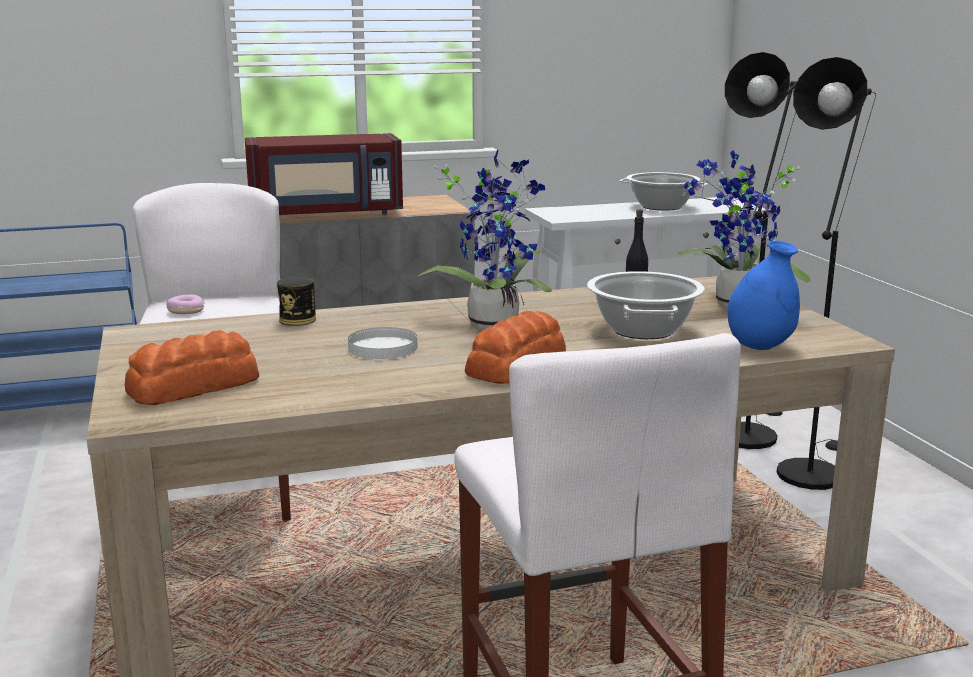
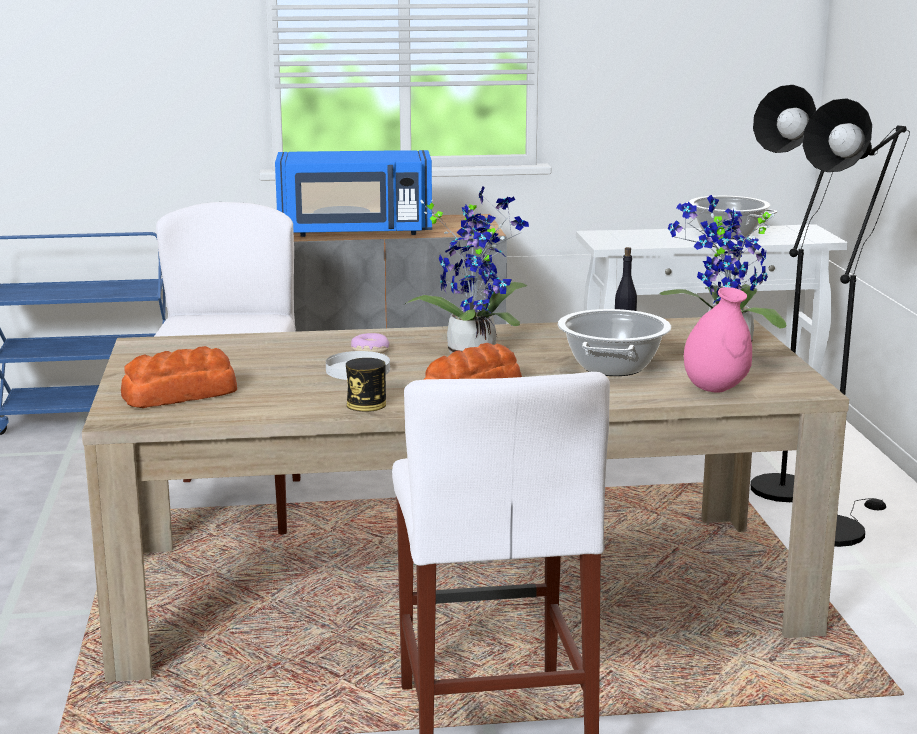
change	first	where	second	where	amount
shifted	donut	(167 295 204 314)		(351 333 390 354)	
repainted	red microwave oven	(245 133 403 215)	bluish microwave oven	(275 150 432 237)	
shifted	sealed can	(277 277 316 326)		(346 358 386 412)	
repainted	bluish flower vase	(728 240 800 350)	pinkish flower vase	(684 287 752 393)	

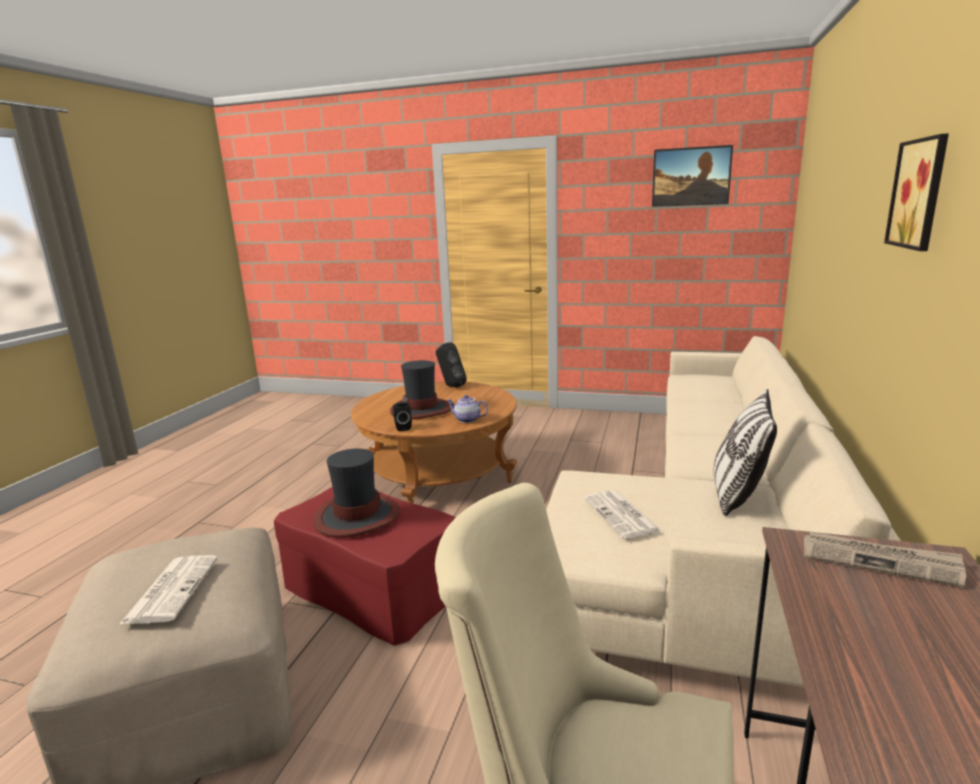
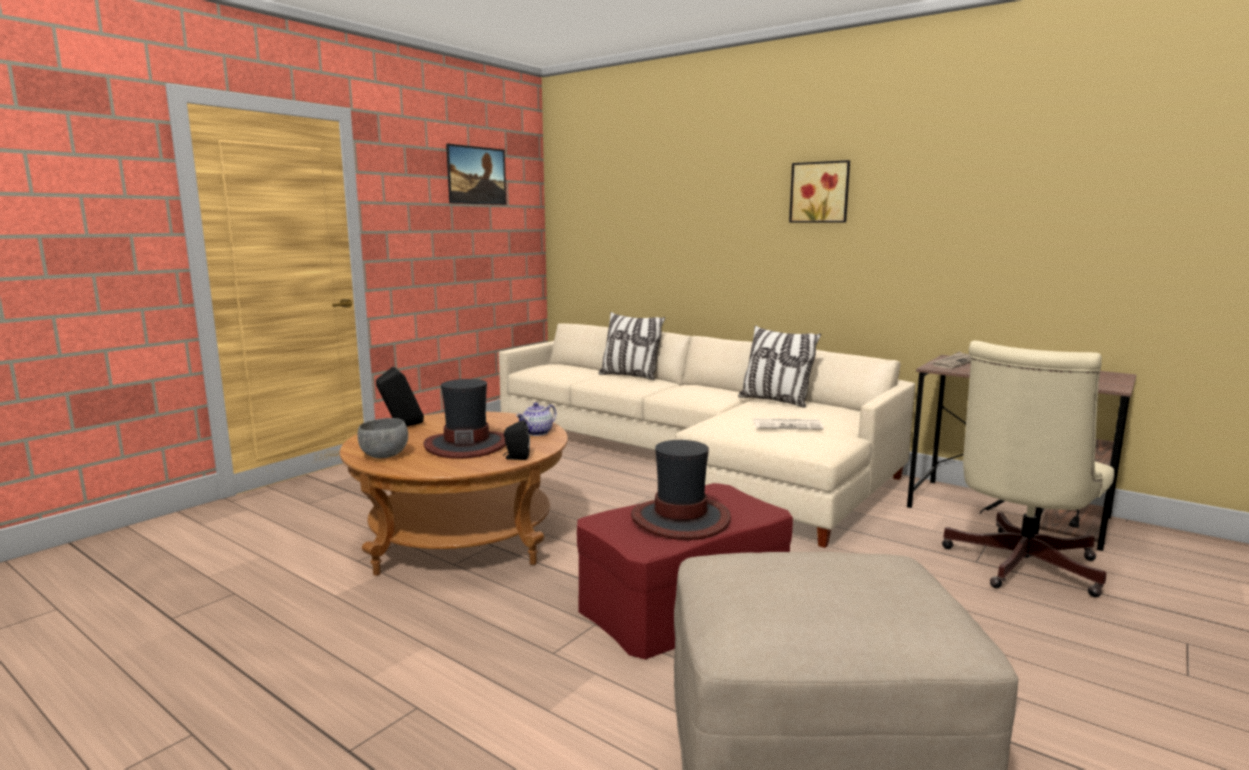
change	first	where	second	where	amount
gone	printed paper	(119 555 218 625)			
new			grey bowl	(357 418 408 458)	
new			pillow	(598 312 665 380)	

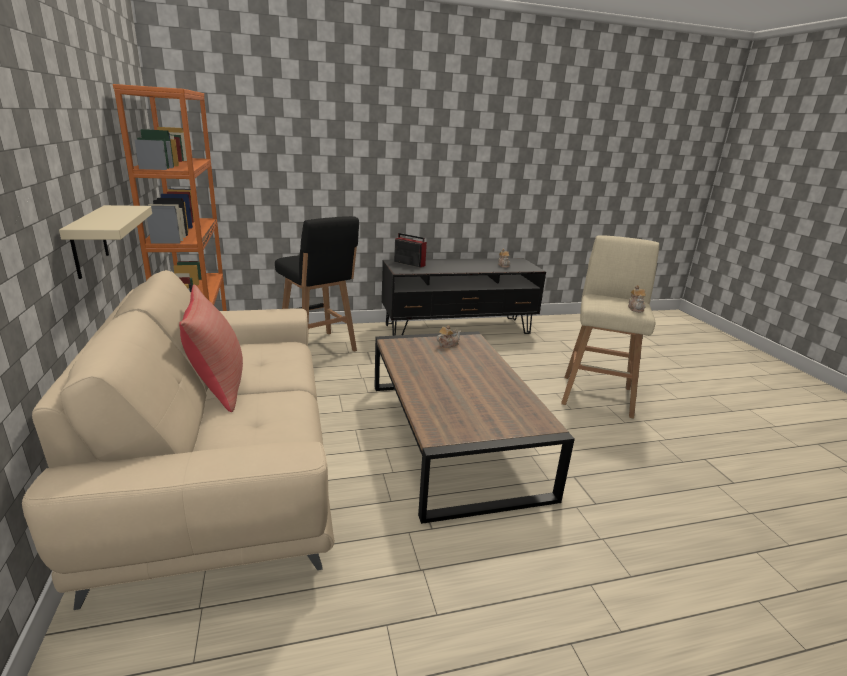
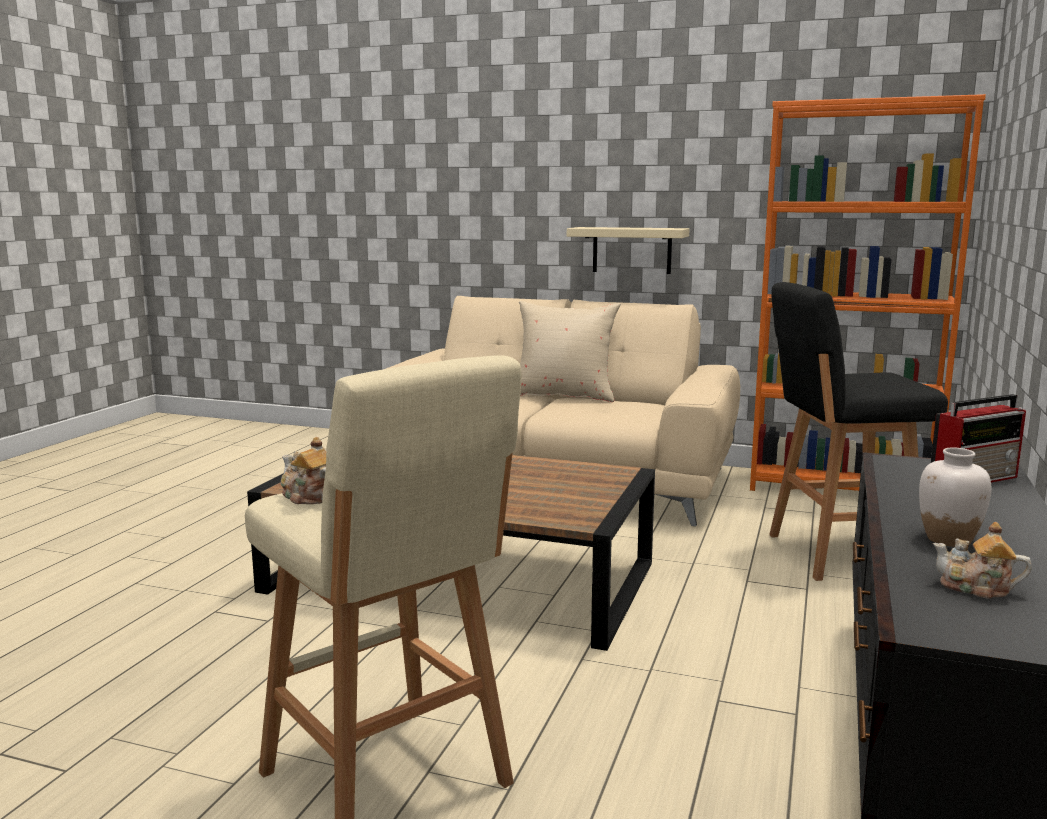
change	first	where	second	where	amount
repainted	red pillow	(179 284 243 412)	beige-coloured pillow	(519 301 621 402)	
gone	pot for tea	(437 325 461 348)			
new			white-coloured flower vase	(919 448 992 547)	

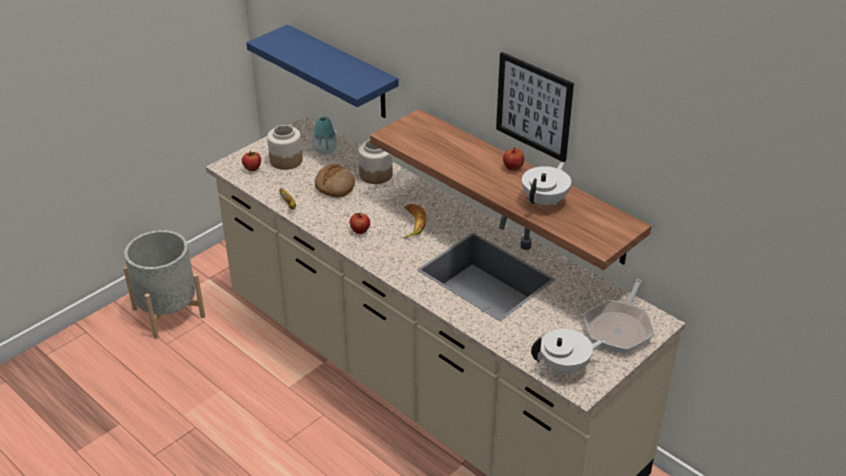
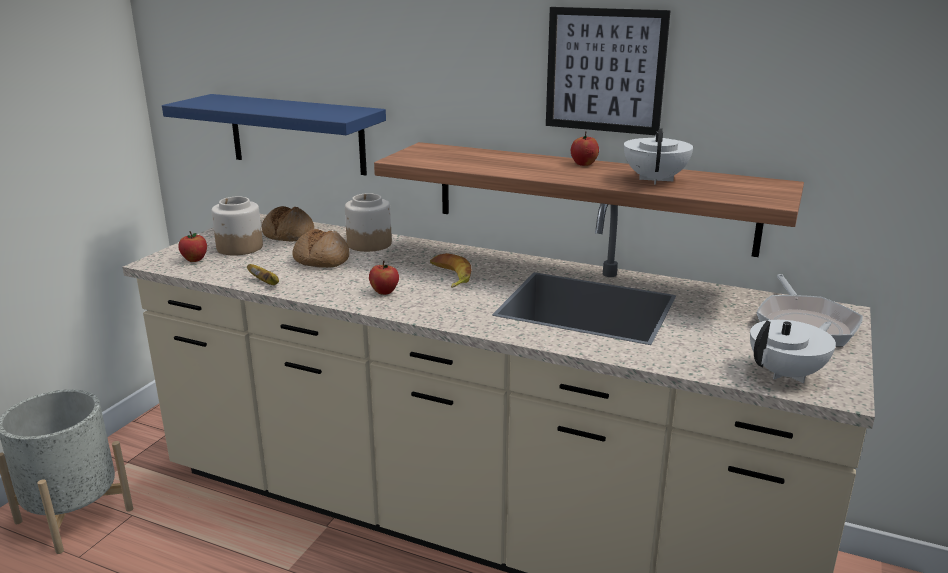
change	first	where	second	where	amount
swapped	flower vase	(313 117 337 155)	bakery bread	(262 206 314 241)	

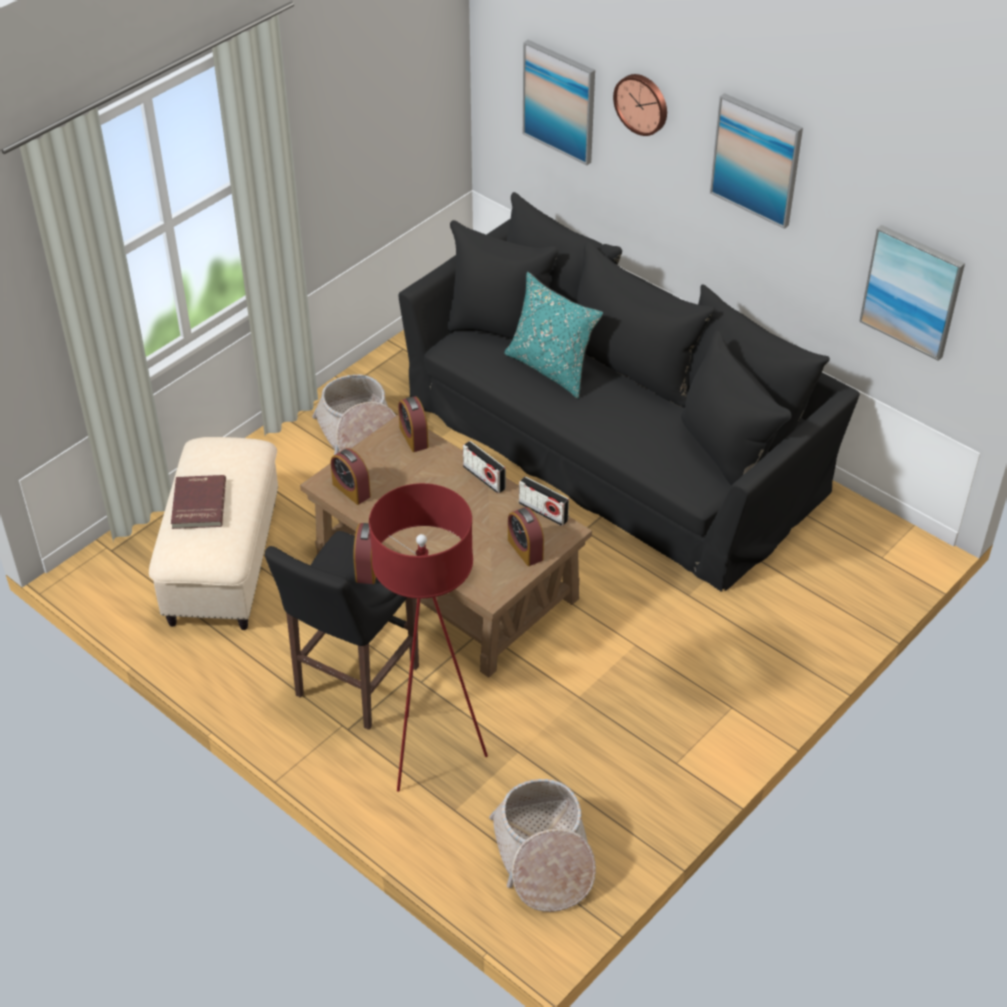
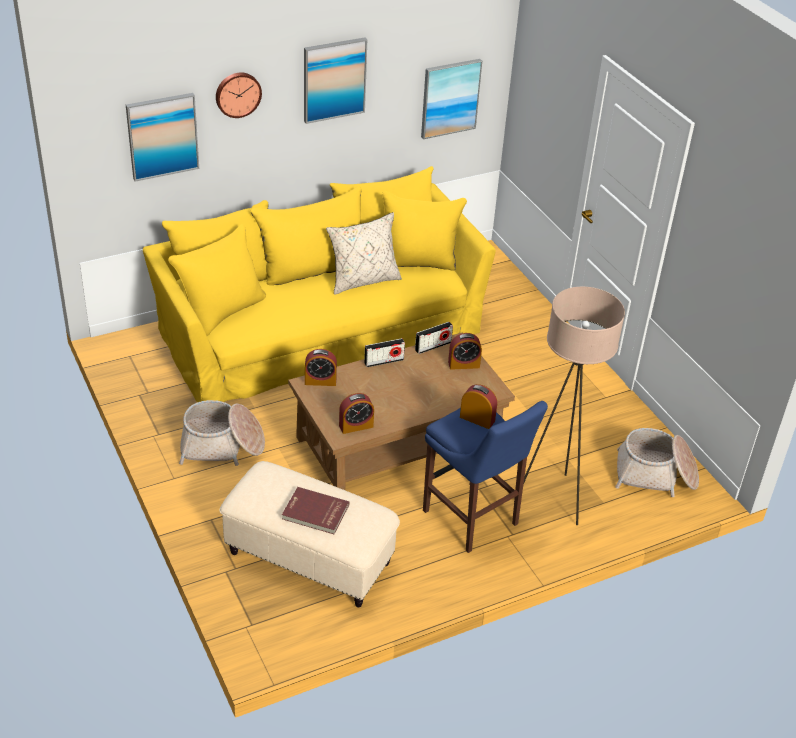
change	first	where	second	where	amount
repainted	black-coloured stool seat	(264 531 419 730)	bluish stool seat	(423 401 548 553)	
repainted	red floor lamp	(369 483 488 792)	beige-coloured floor lamp	(523 287 625 525)	
repainted	black-coloured sofa	(398 192 860 592)	yellow-coloured sofa	(143 166 496 402)	
gone	blue-green pillow	(504 272 603 398)			
new			beige-coloured pillow	(326 212 402 295)	

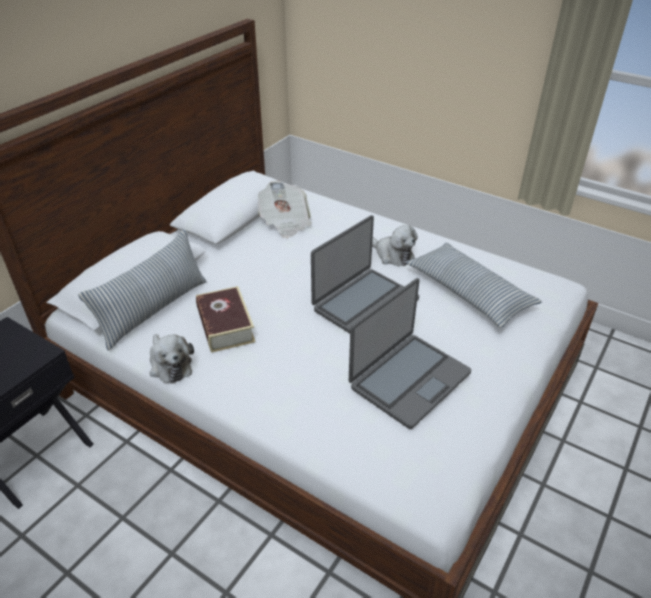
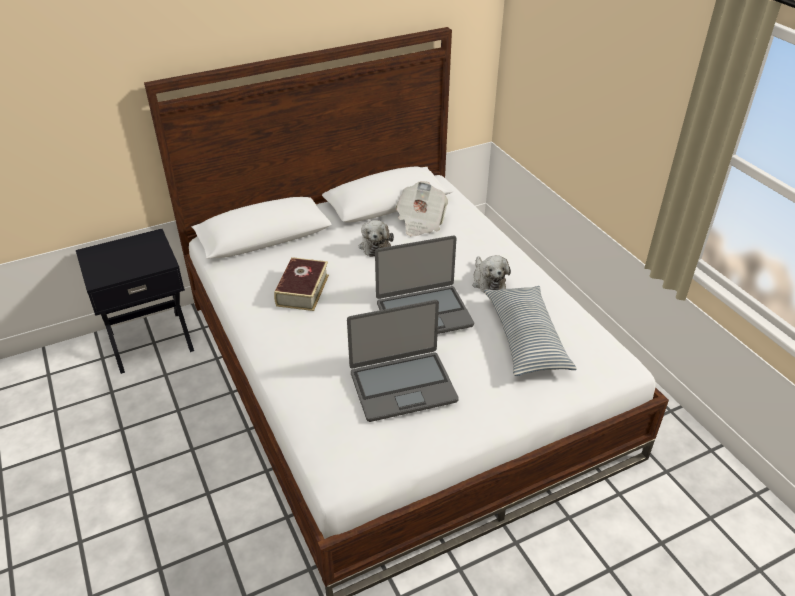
change	first	where	second	where	amount
gone	pillow	(78 229 207 351)			
shifted	soft toy	(150 334 194 384)		(359 220 394 257)	

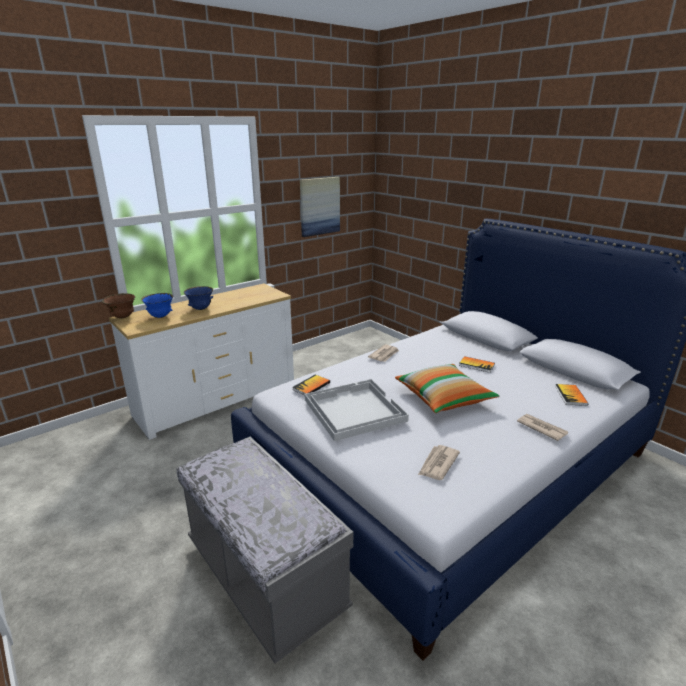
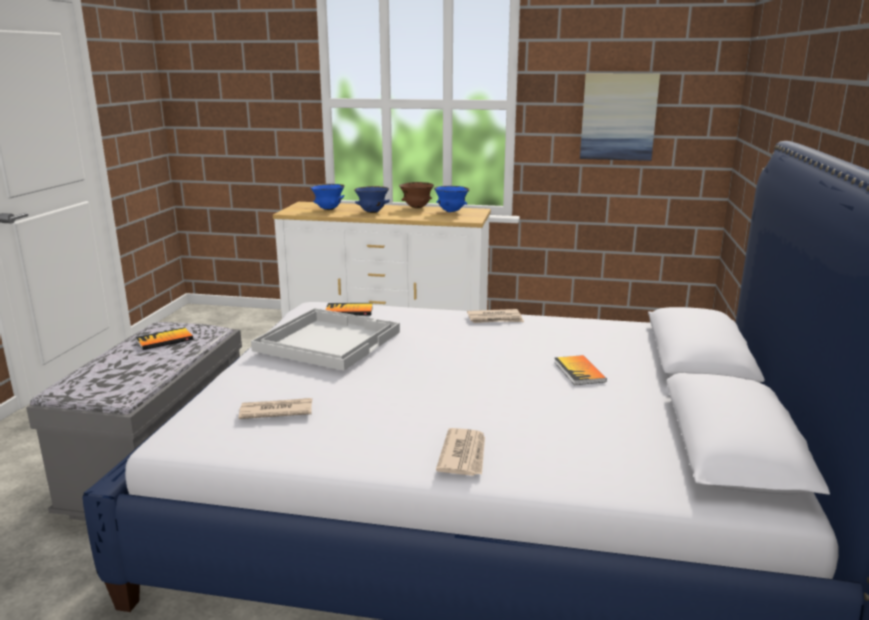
change	first	where	second	where	amount
shifted	brownish bowl	(102 293 135 318)		(399 182 434 208)	
gone	pillow	(395 364 499 413)			
shifted	bound book	(555 384 588 406)		(135 327 193 350)	
new			bluish bowl	(434 186 470 212)	

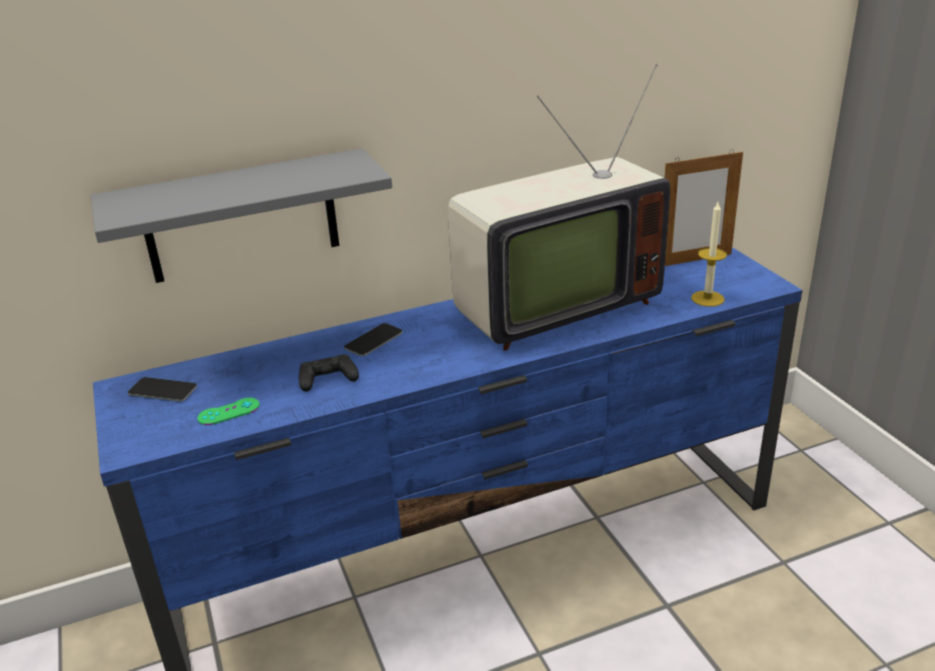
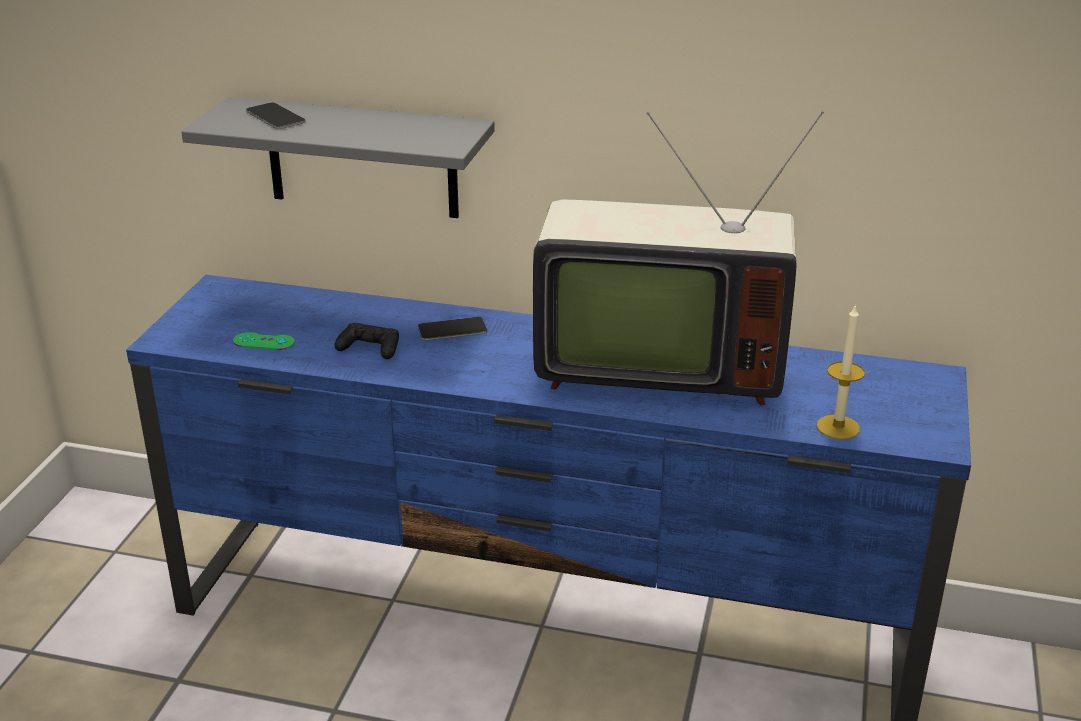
change	first	where	second	where	amount
shifted	telephone	(128 377 197 402)		(246 102 305 129)	
gone	picture frame	(665 149 743 266)			

